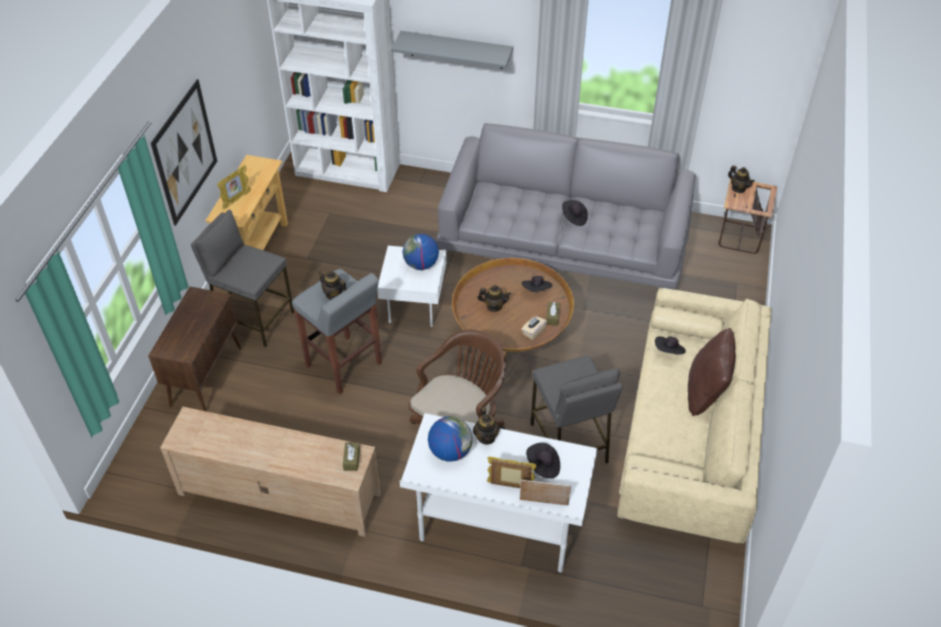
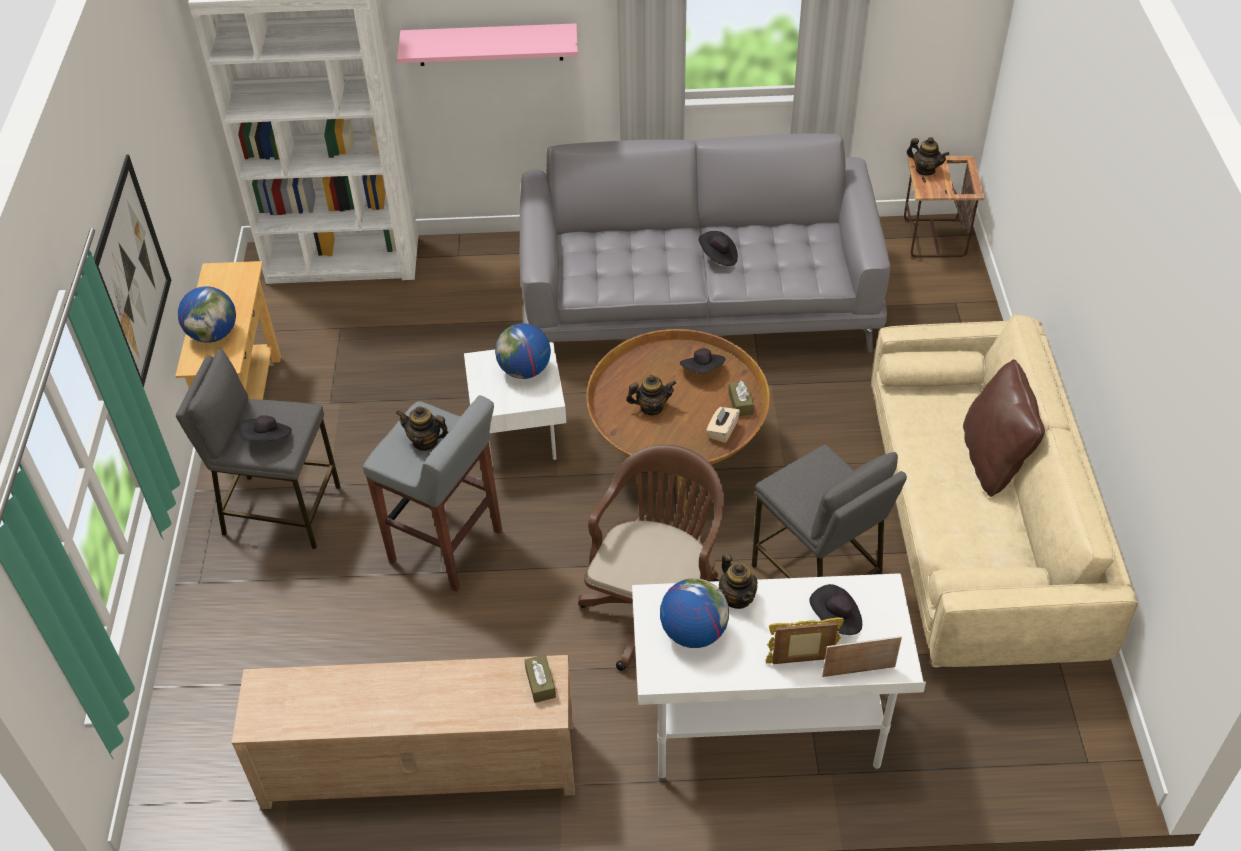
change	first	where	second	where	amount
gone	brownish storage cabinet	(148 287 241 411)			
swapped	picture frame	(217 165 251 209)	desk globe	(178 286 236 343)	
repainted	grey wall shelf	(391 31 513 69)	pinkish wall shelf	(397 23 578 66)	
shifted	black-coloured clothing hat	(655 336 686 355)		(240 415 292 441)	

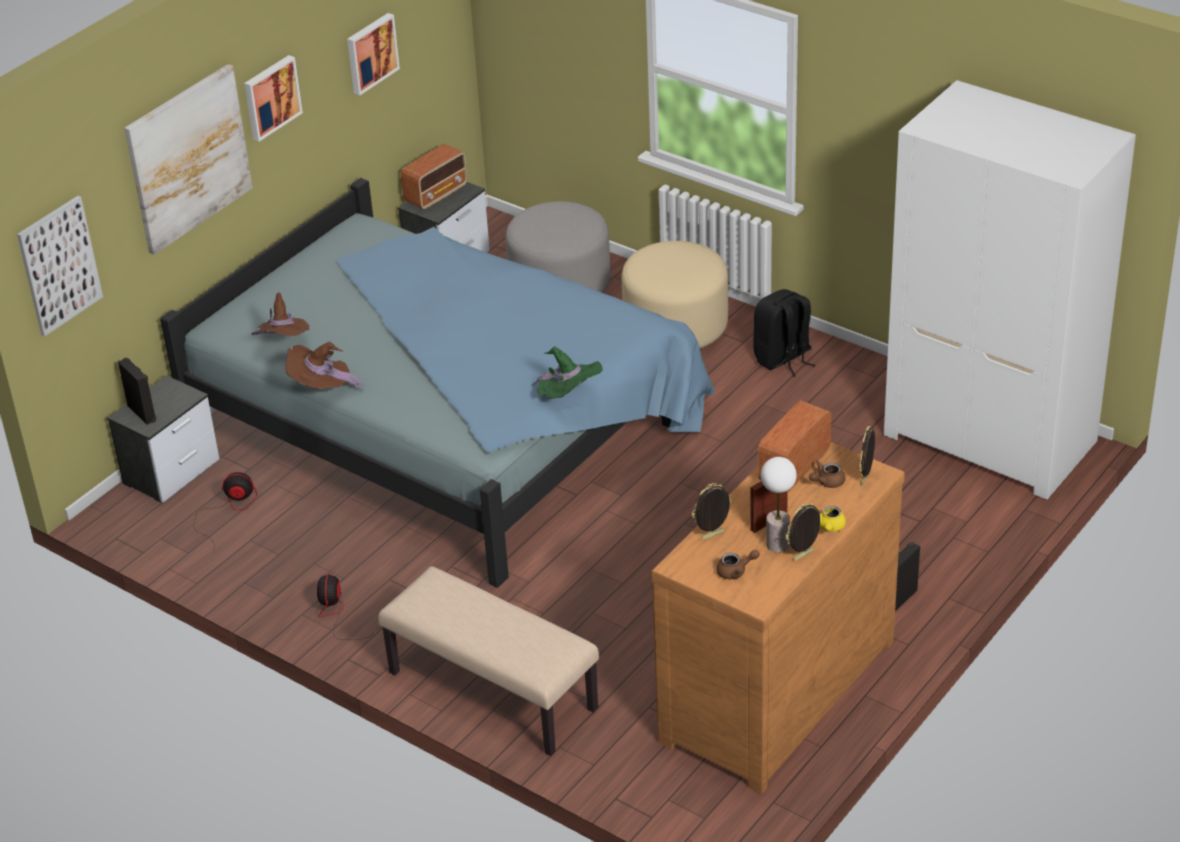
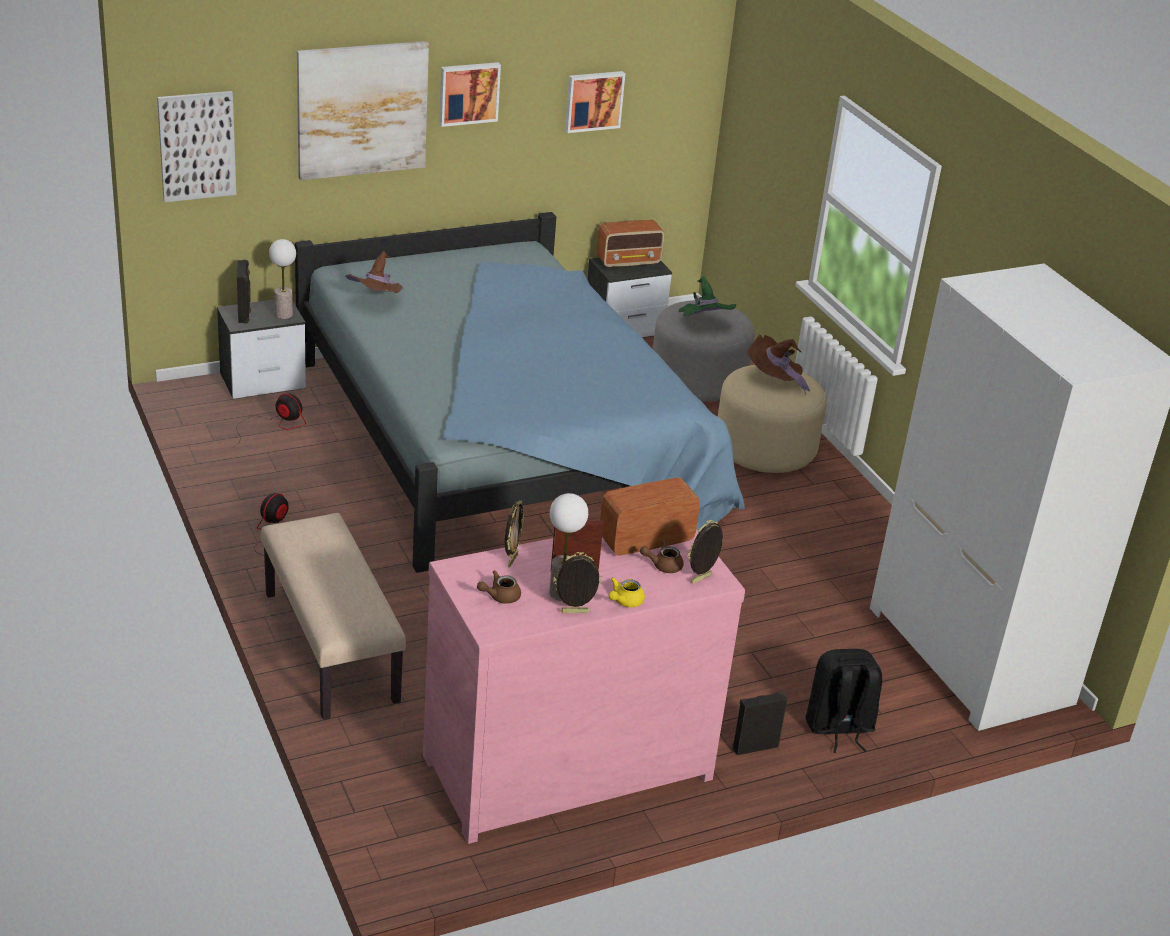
change	first	where	second	where	amount
shifted	brownish clothing hat	(286 342 365 391)		(748 335 810 395)	
shifted	green clothing hat	(531 346 603 399)		(678 276 736 316)	
repainted	brownish chest of drawers	(651 442 905 794)	pinkish chest of drawers	(423 529 745 844)	
rotated	picture frame	(692 483 731 540)		(505 500 524 568)	105 degrees clockwise
rotated	brownish pot for tea	(716 550 760 579)		(477 570 521 604)	135 degrees clockwise
shifted	black-coloured knapsack	(753 289 815 377)		(806 649 882 753)	
new			lamp for a table	(269 239 296 319)	

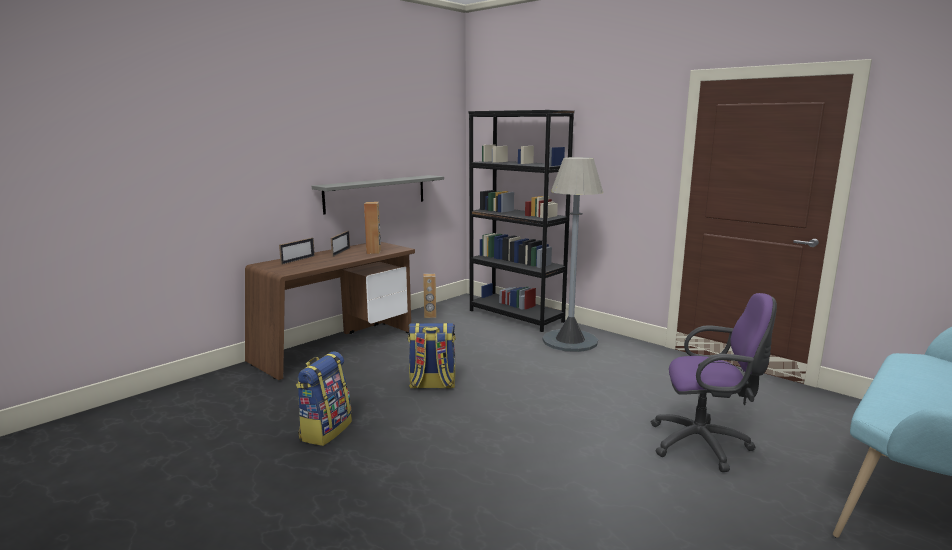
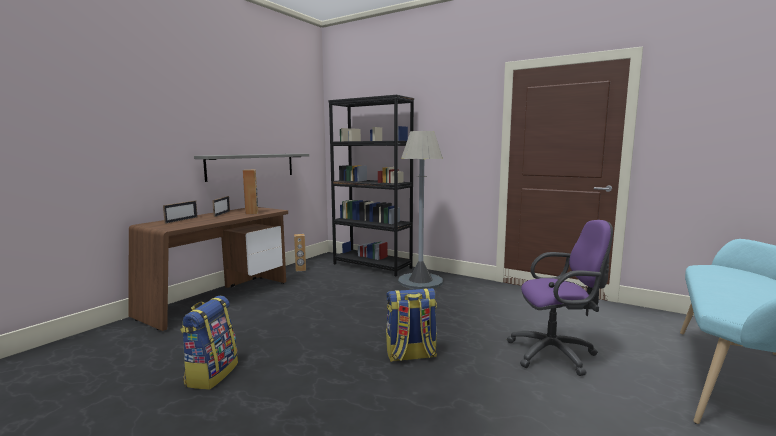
change	first	where	second	where	amount
shifted	knapsack	(408 323 456 388)		(386 288 437 362)	

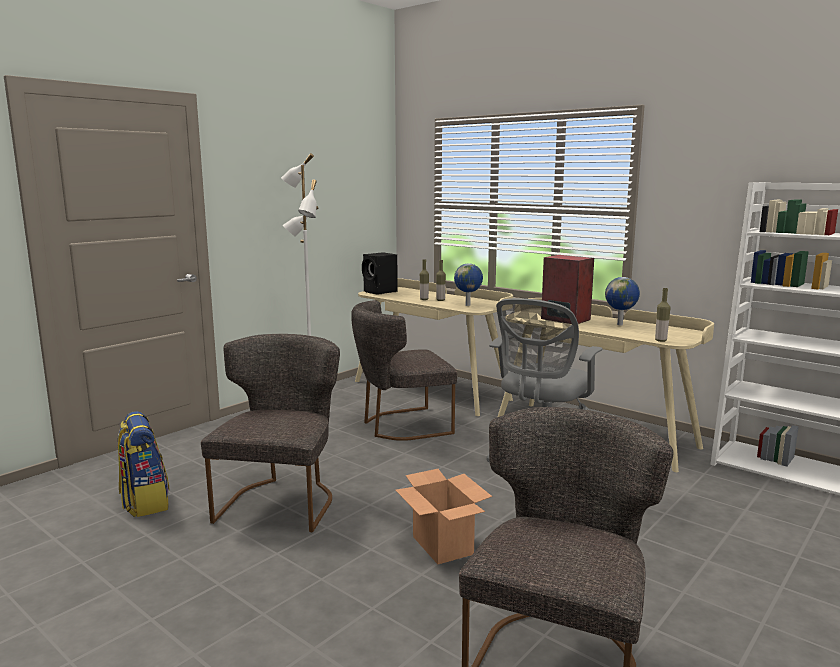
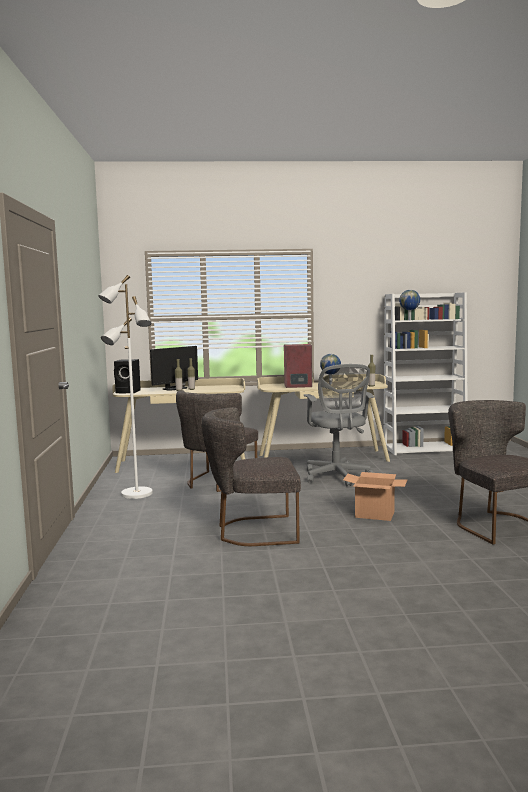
change	first	where	second	where	amount
gone	knapsack	(118 411 170 517)			
rotated	grey chair	(201 334 340 533)		(201 407 301 546)	60 degrees counterclockwise
shifted	desk globe	(454 263 483 306)		(399 290 420 320)	
new			computer screen	(150 346 198 391)	

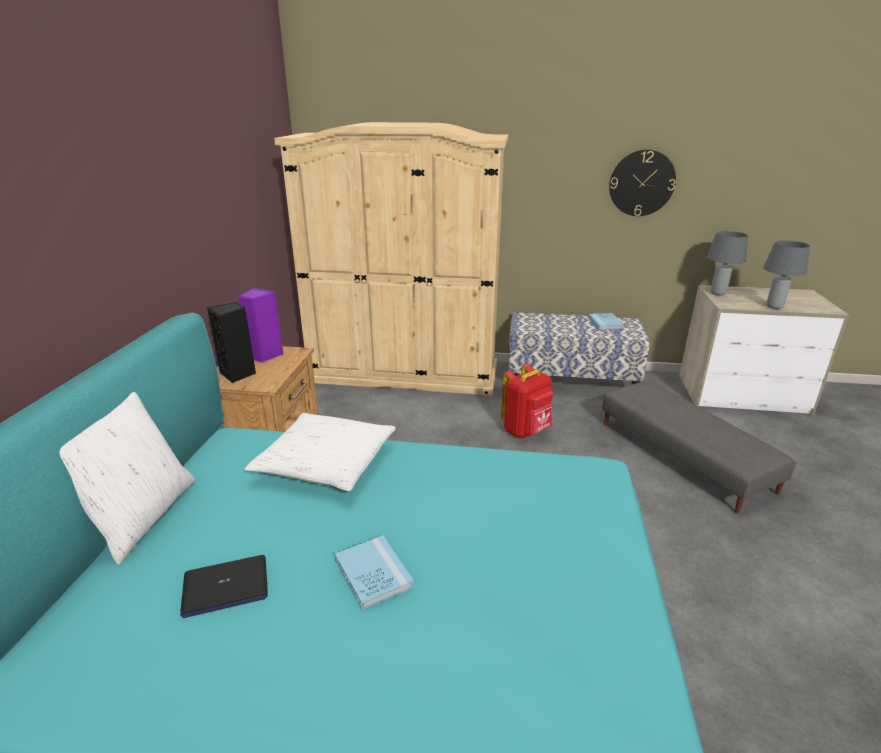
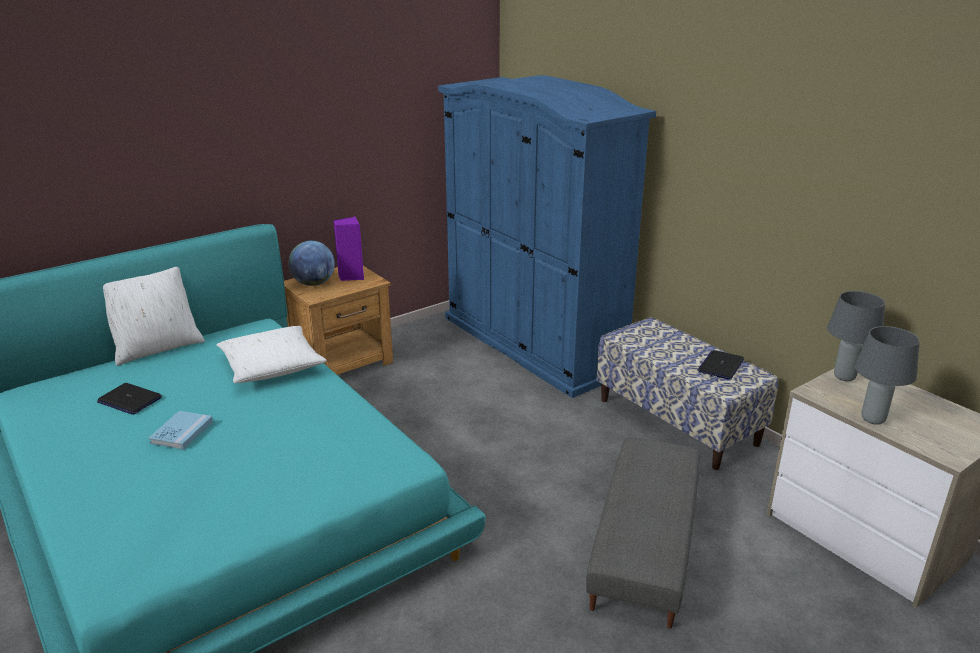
change	first	where	second	where	amount
swapped	black-coloured loudspeaker	(207 302 256 383)	desk globe	(289 241 335 286)	
repainted	beige-coloured armoire	(274 122 509 396)	bluish armoire	(438 75 656 398)	
gone	red knapsack	(501 364 553 439)			
swapped	bluish bound book	(588 313 624 330)	laptop	(697 350 744 380)	
gone	clock on the wall	(609 150 676 216)			

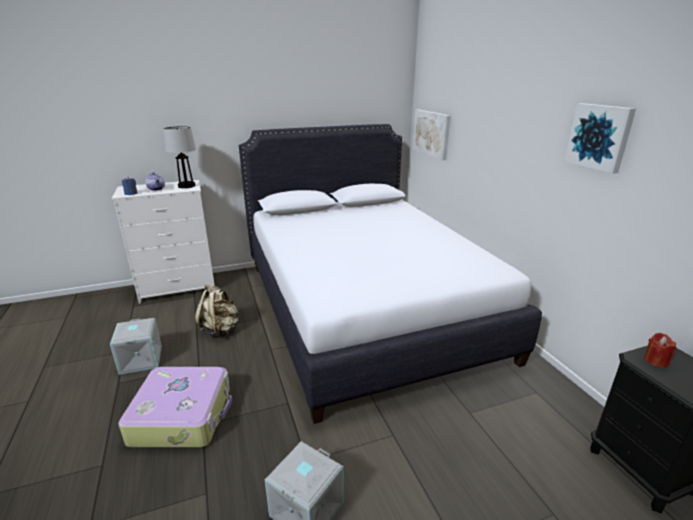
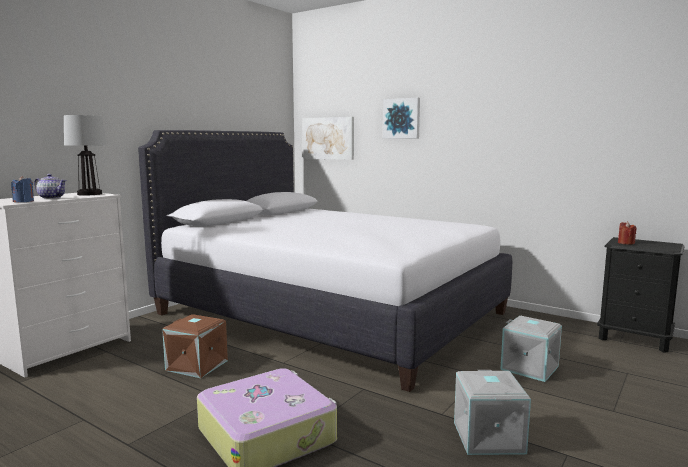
change	first	where	second	where	amount
shifted	grey storage box	(110 318 162 375)		(500 316 562 382)	
swapped	beige-coloured knapsack	(195 285 238 337)	brownish storage box	(162 314 228 378)	
shifted	wall picture	(565 103 636 174)		(383 98 420 138)	

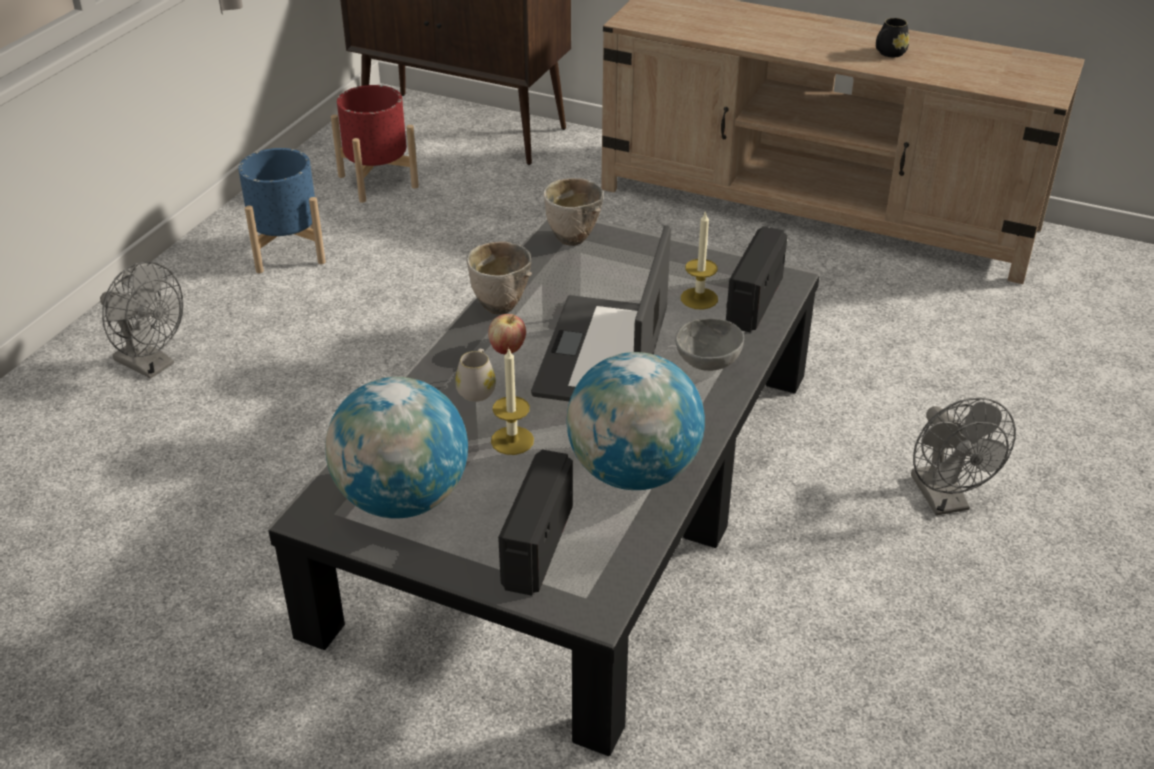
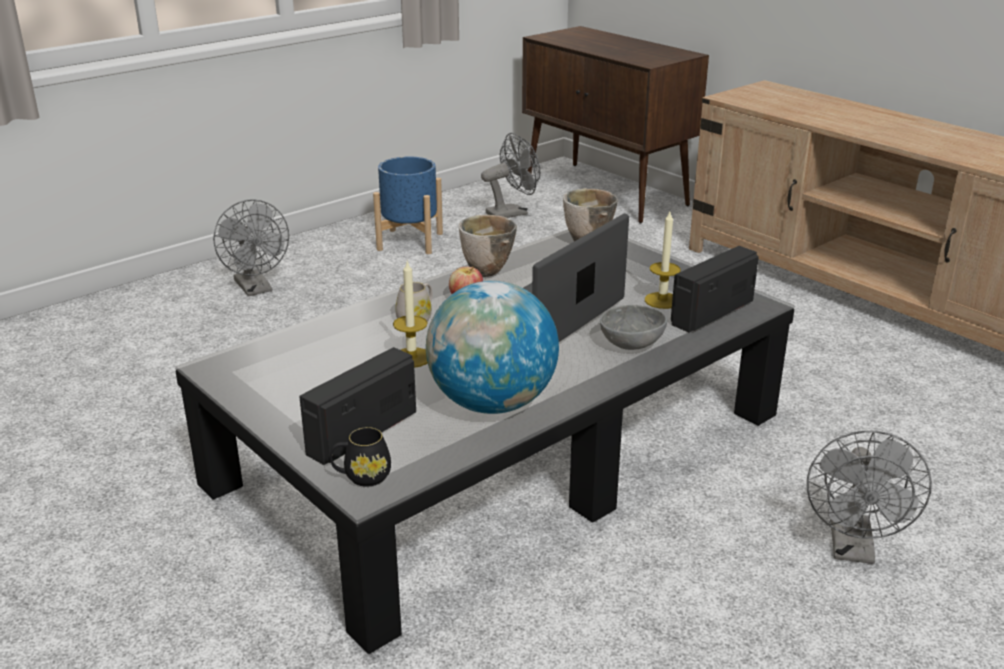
change	first	where	second	where	amount
gone	desk globe	(325 377 468 518)			
swapped	red flower pot	(331 85 419 203)	grey electric fan	(481 133 540 218)	
shifted	black-coloured mug	(876 18 909 57)		(330 427 391 487)	

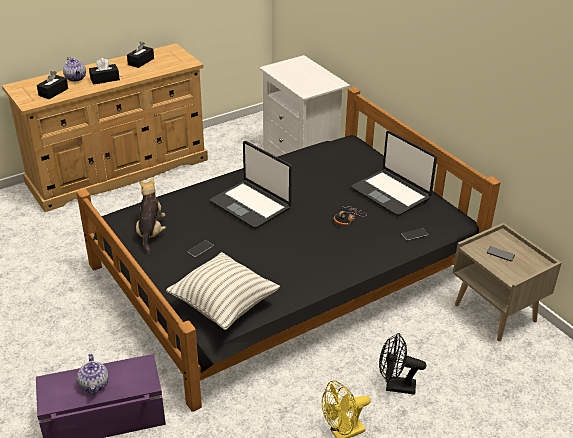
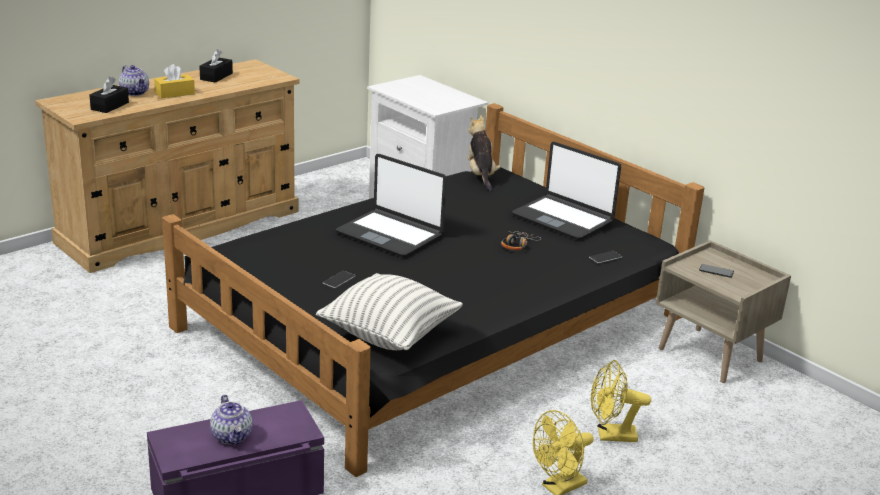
change	first	where	second	where	amount
repainted	black-coloured tissue box	(89 58 120 84)	yellow-coloured tissue box	(154 64 195 99)	
shifted	soft toy	(136 177 166 255)		(468 115 501 191)	
repainted	black-coloured electric fan	(379 333 426 395)	yellow-coloured electric fan	(591 360 651 442)	

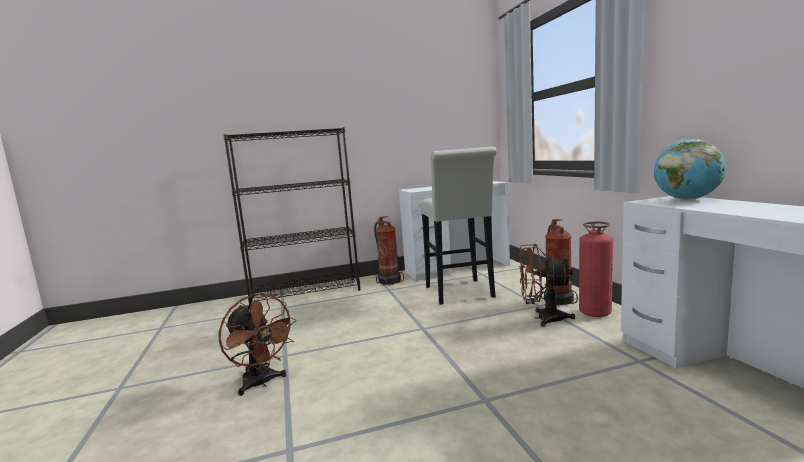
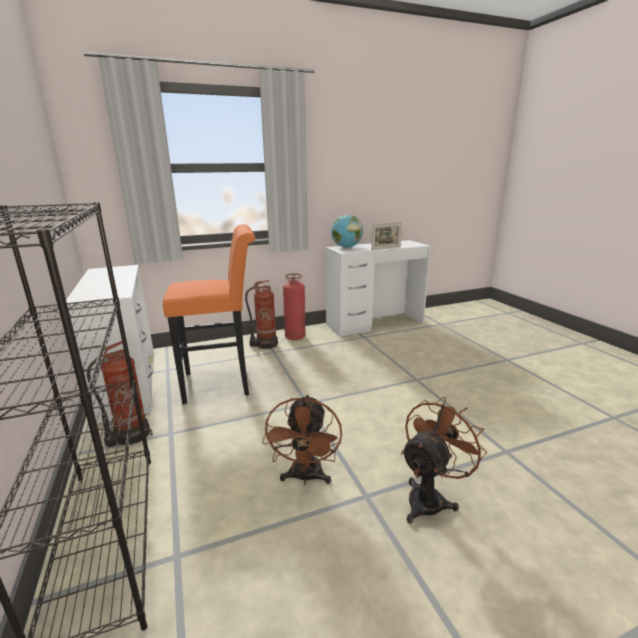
change	first	where	second	where	amount
repainted	white-coloured stool seat	(420 147 497 305)	orange-coloured stool seat	(163 224 255 404)	
shifted	brownish electric fan	(519 244 575 327)		(262 394 342 485)	
new			picture frame	(371 222 402 250)	

